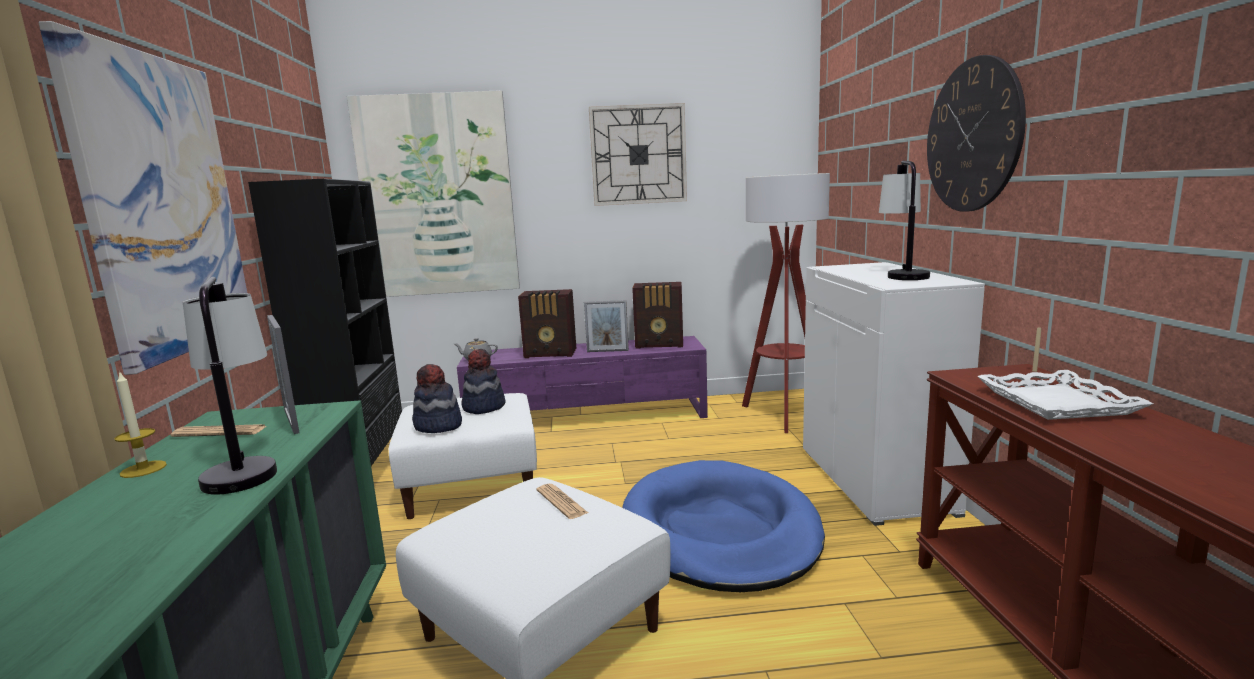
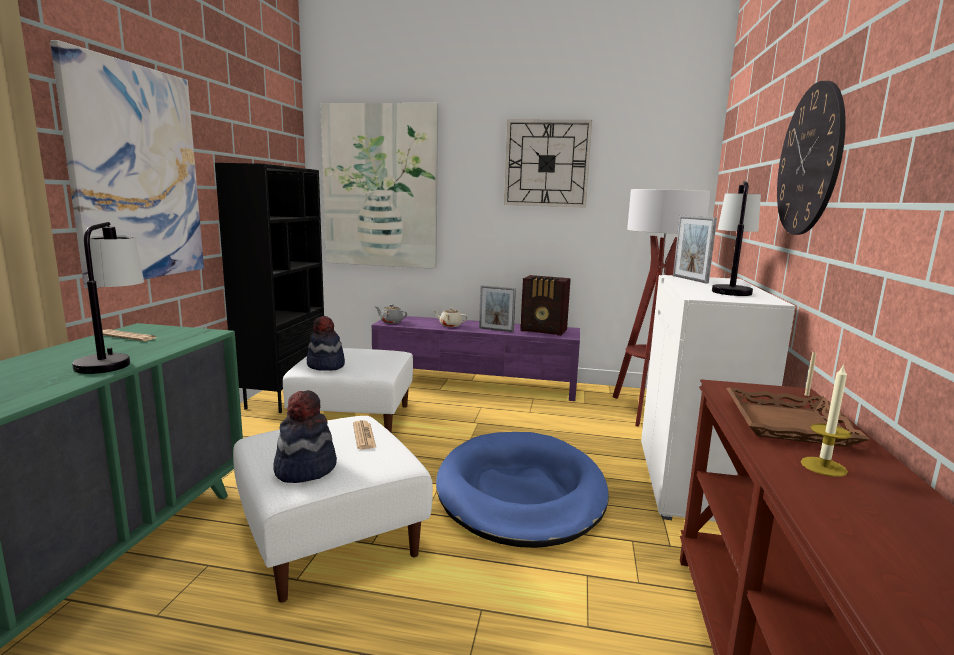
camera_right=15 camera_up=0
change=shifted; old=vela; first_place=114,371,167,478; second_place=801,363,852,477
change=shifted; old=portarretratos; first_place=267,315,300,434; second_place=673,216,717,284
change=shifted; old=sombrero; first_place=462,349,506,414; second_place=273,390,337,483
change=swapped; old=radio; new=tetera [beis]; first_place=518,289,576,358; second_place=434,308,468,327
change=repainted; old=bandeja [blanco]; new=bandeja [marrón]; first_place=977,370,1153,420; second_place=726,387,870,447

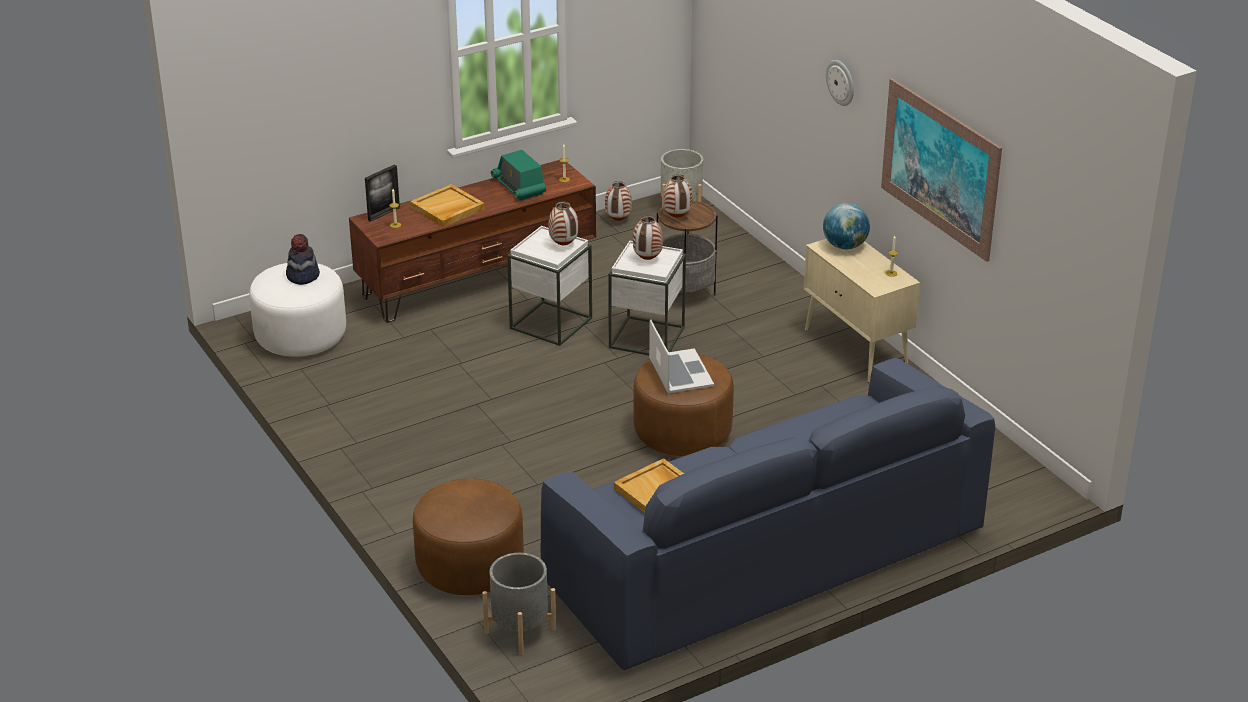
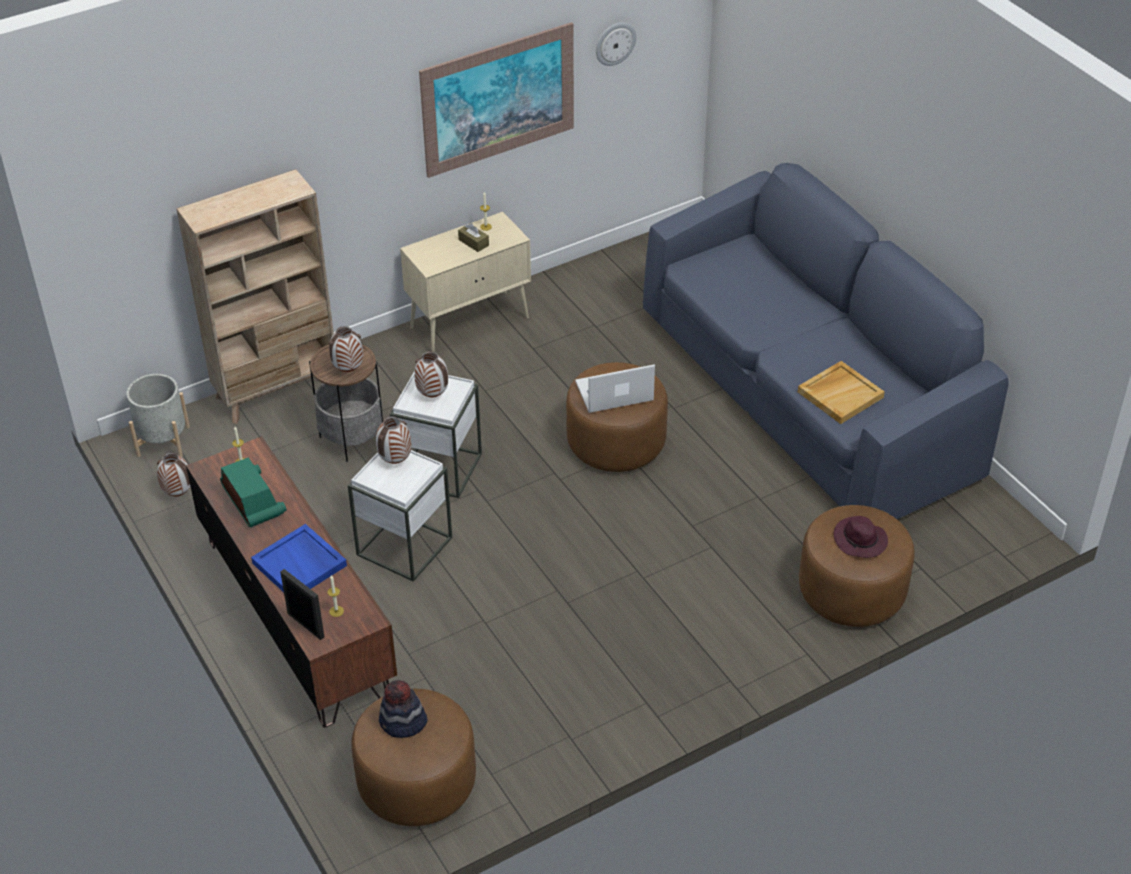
camera_right=-90 camera_up=10
change=repainted; old=puf [blanco]; new=puf [marrón]; first_place=249,263,346,357; second_place=351,689,476,826
change=repainted; old=bandeja [beis]; new=bandeja [azul]; first_place=410,184,485,227; second_place=251,524,347,592
change=gone; old=maceta [gris]; first_place=483,553,556,655
change=rotated; old=radio; first_place=491,150,546,200; second_place=220,458,286,527; degrees=-90
change=gone; old=globo terráqueo; first_place=823,203,870,249
change=shifted; old=reloj de pared; first_place=826,60,854,106; second_place=596,22,636,66
change=new; new=estantería [beis]; second_place=177,169,334,424
change=new; new=caja de pañuelos [marrón]; second_place=458,223,489,252
change=new; new=sombrero [morado]; second_place=834,516,888,558

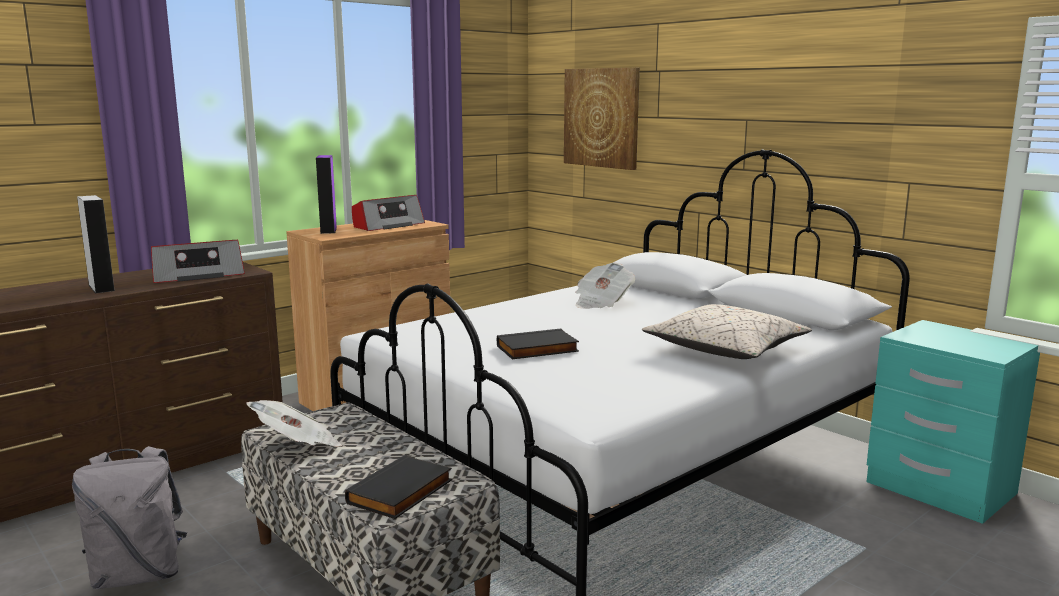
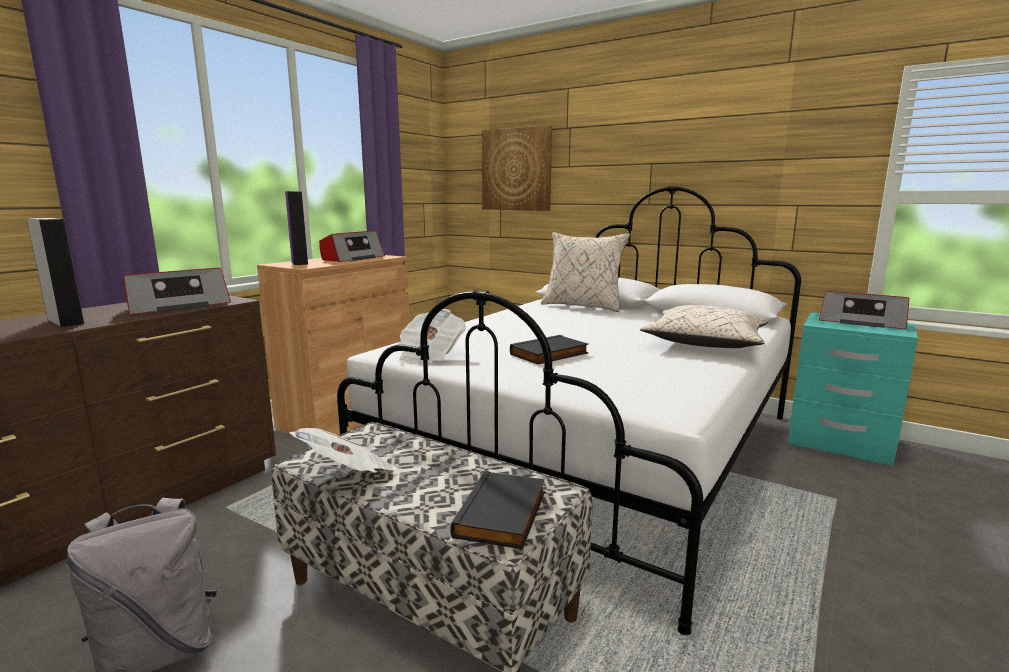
camera_right=-15 camera_up=0
change=shifted; old=periódico; first_place=575,263,635,309; second_place=398,309,466,364
change=new; new=cojín [beis]; second_place=541,232,630,312
change=new; new=radio; second_place=819,291,909,329

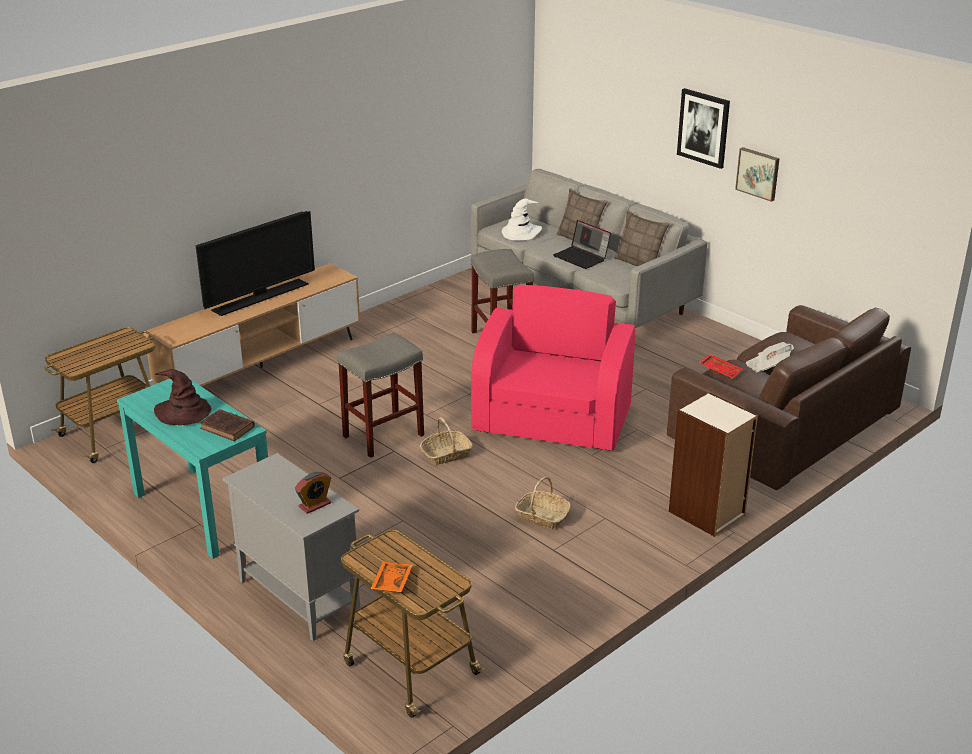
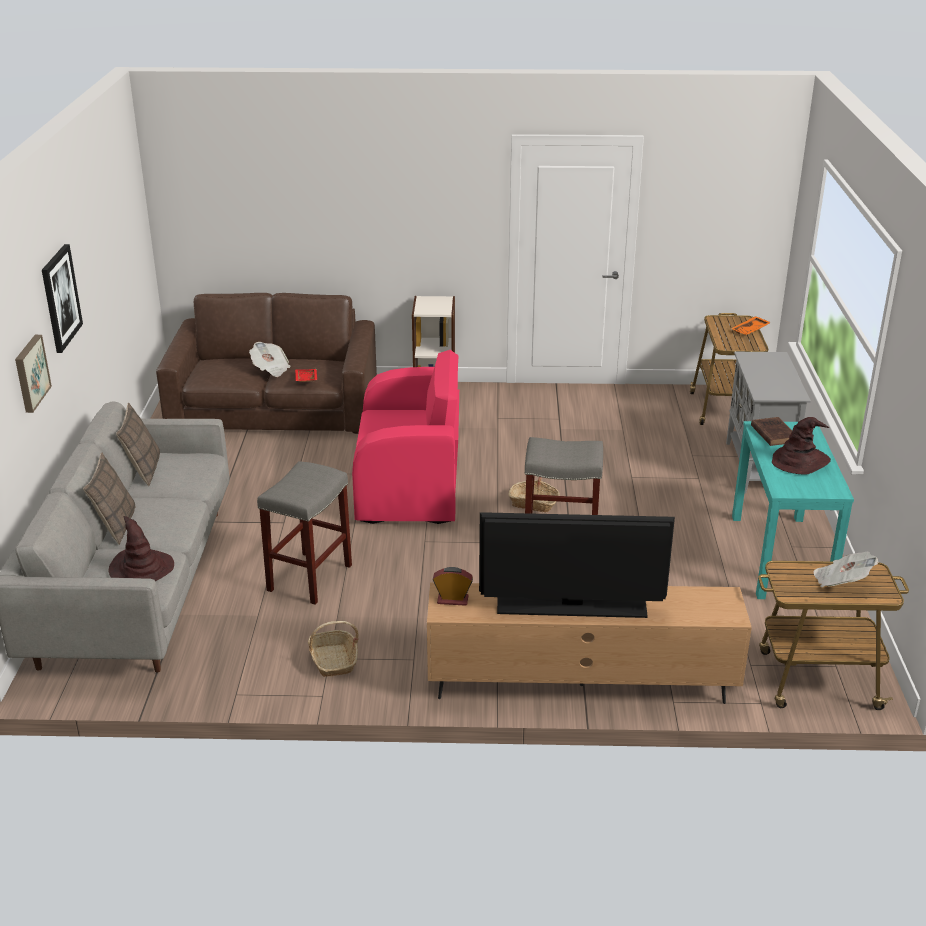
camera_right=-135 camera_up=0
change=shifted; old=despertador; first_place=295,472,331,514; second_place=433,567,473,606
change=rotated; old=sillón [rosa]; first_place=471,285,635,451; second_place=352,350,459,524; degrees=-150
change=repainted; old=sombrero [blanco]; new=sombrero [marrón]; first_place=502,199,542,241; second_place=108,516,174,581
change=shifted; old=cesta; first_place=515,477,571,529; second_place=308,621,359,677
change=gone; old=portátil; first_place=553,220,611,269
change=shifted; old=cuadro; first_place=735,147,780,202; second_place=15,335,52,413
change=new; new=periódico; second_place=813,552,878,587

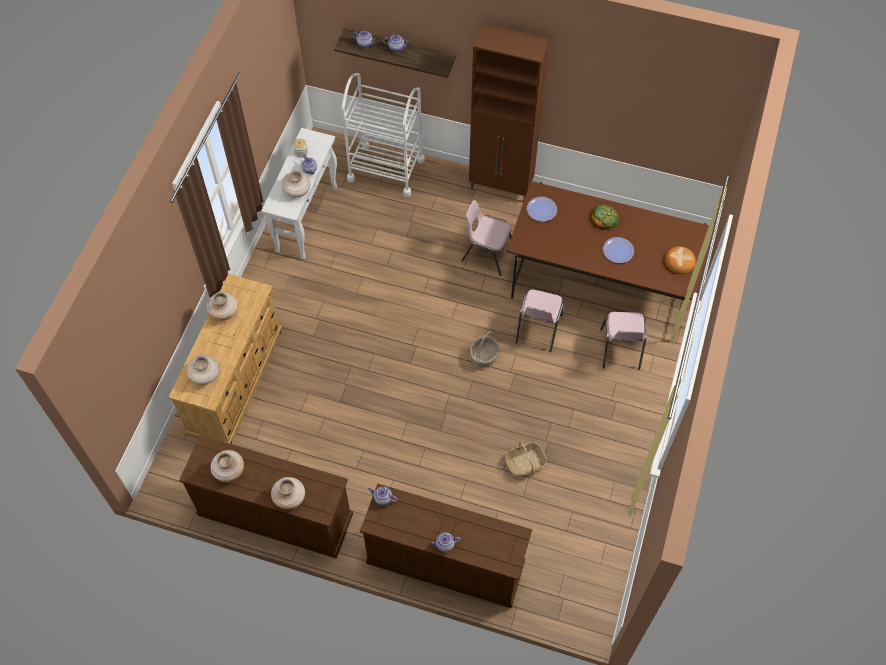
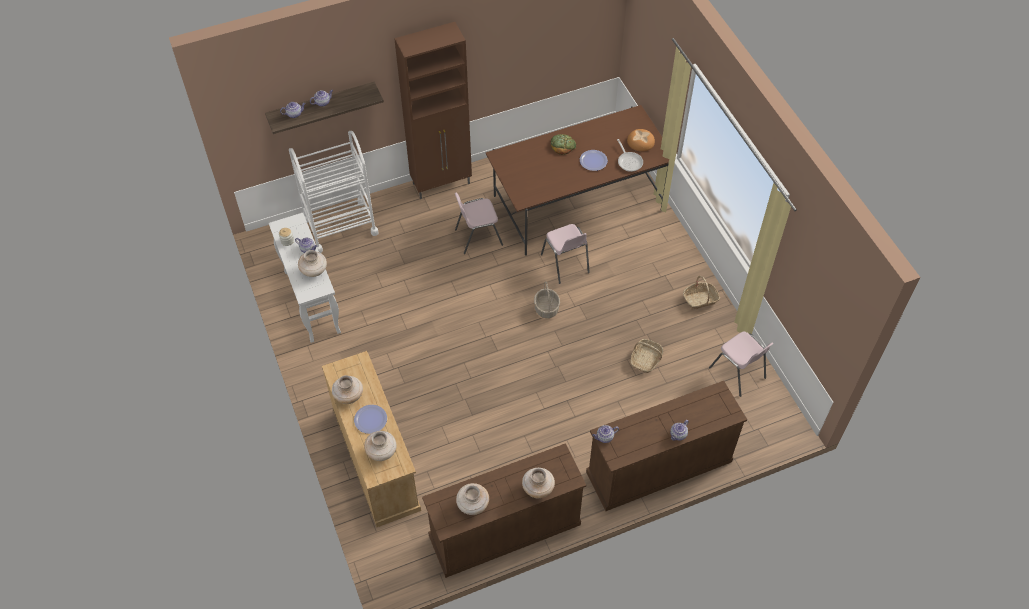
camera_right=-40 camera_up=-5
change=shifted; old=plato; first_place=527,197,557,222; second_place=354,405,387,434
change=shifted; old=silla [rosa]; first_place=600,312,647,370; second_place=709,332,773,397
change=new; new=sartén; second_place=617,139,643,172
change=new; new=cesta; second_place=683,276,720,310

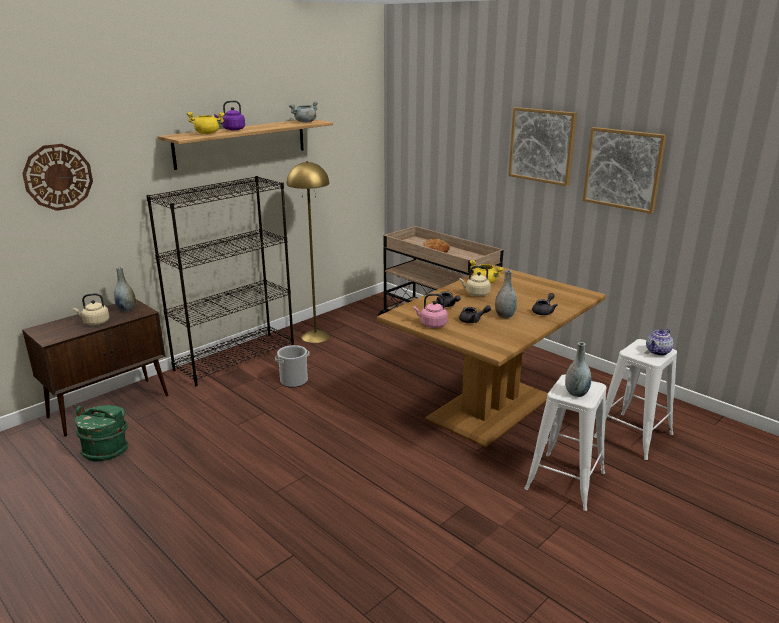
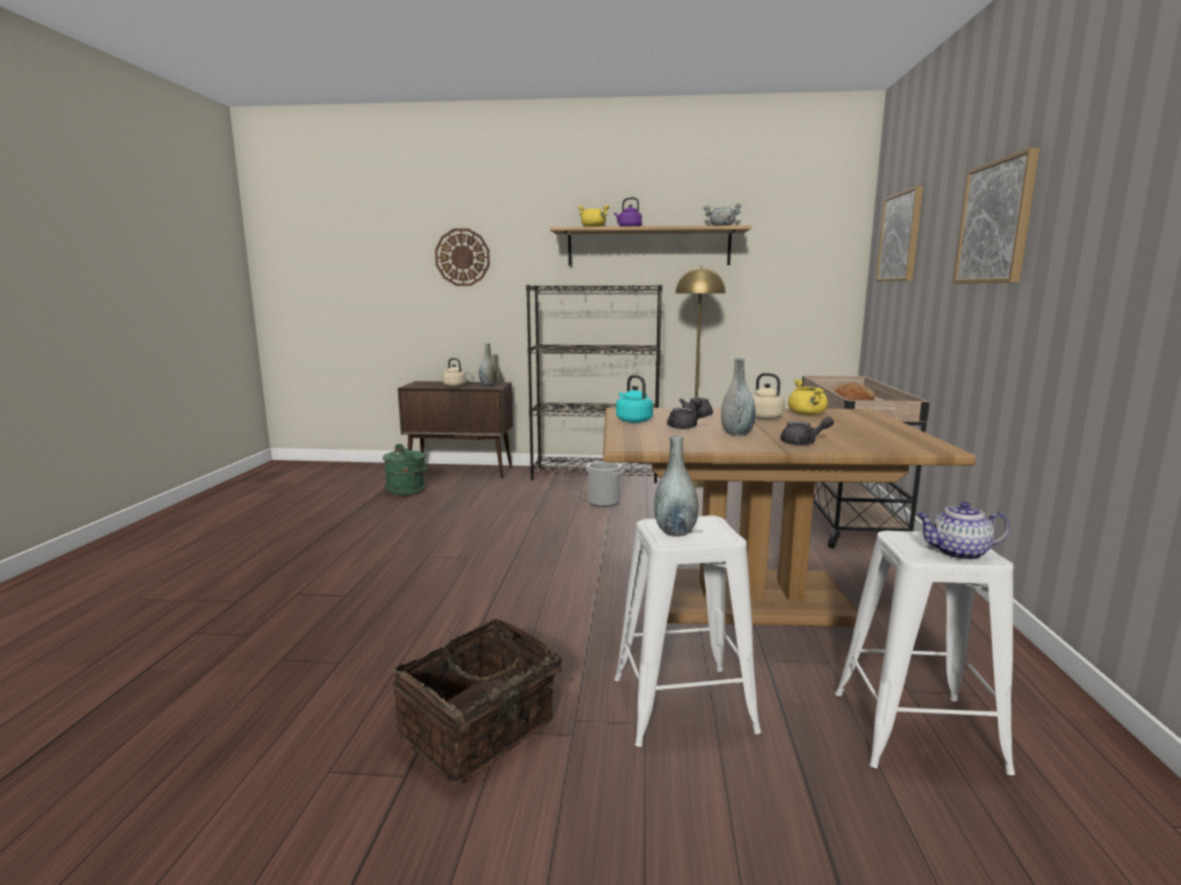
camera_right=50 camera_up=-10
change=repainted; old=hervidor [rosa]; new=hervidor [turquesa]; first_place=414,294,448,328; second_place=616,375,653,423
change=shifted; old=cuadro; first_place=583,127,667,214; second_place=876,186,923,282
change=new; new=cesta; second_place=392,618,573,785

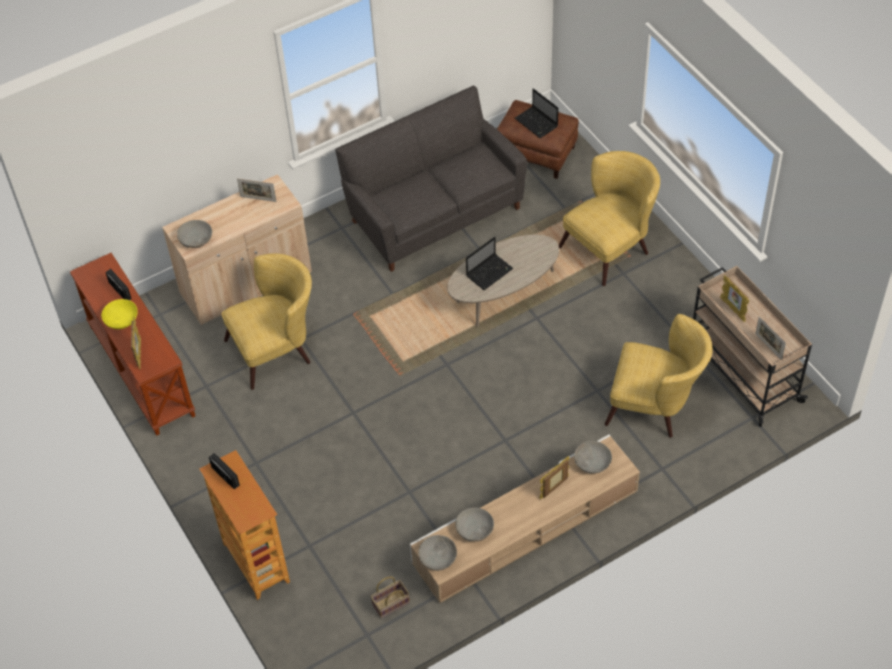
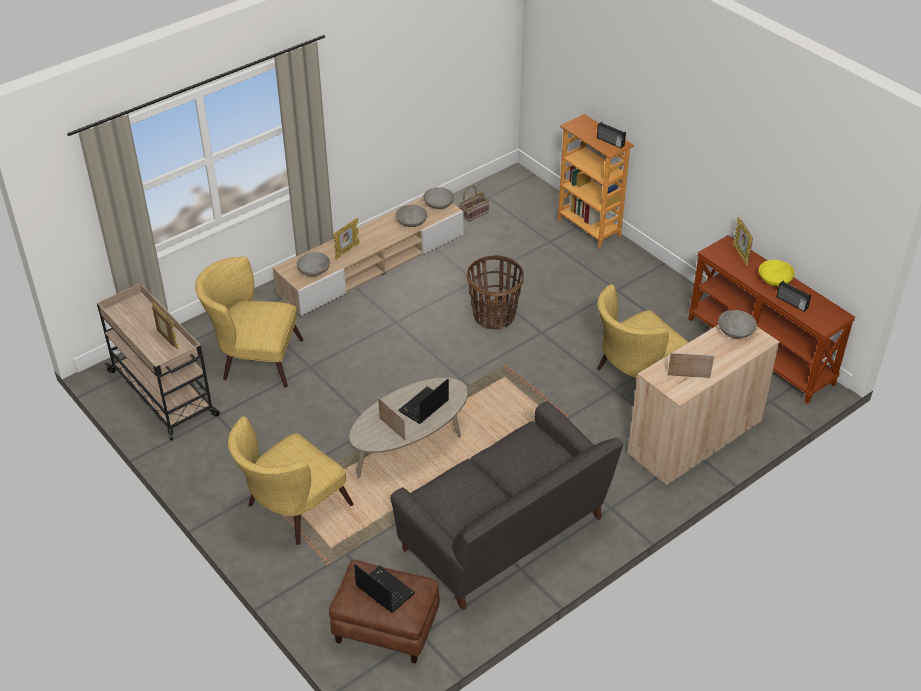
camera_right=170 camera_up=-10
change=shifted; old=portarretratos; first_place=755,316,786,360; second_place=378,397,406,441
change=new; new=cesta; second_place=466,255,524,330

